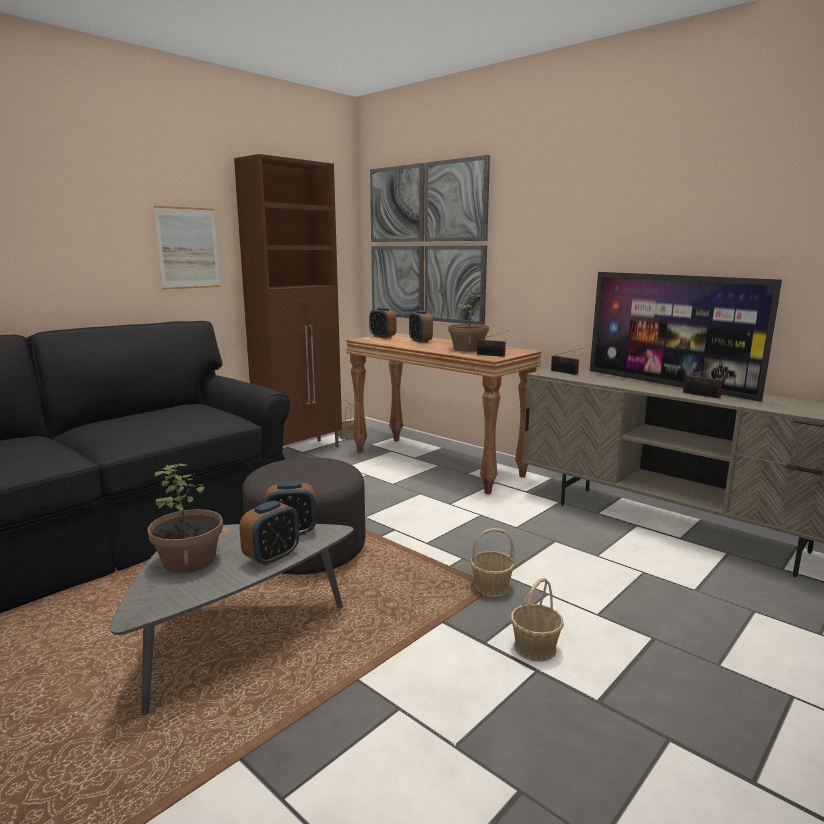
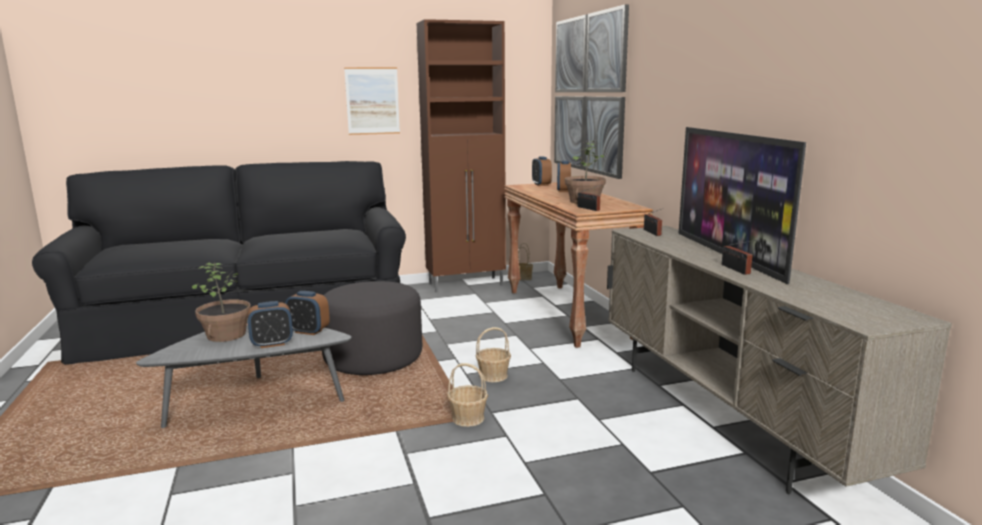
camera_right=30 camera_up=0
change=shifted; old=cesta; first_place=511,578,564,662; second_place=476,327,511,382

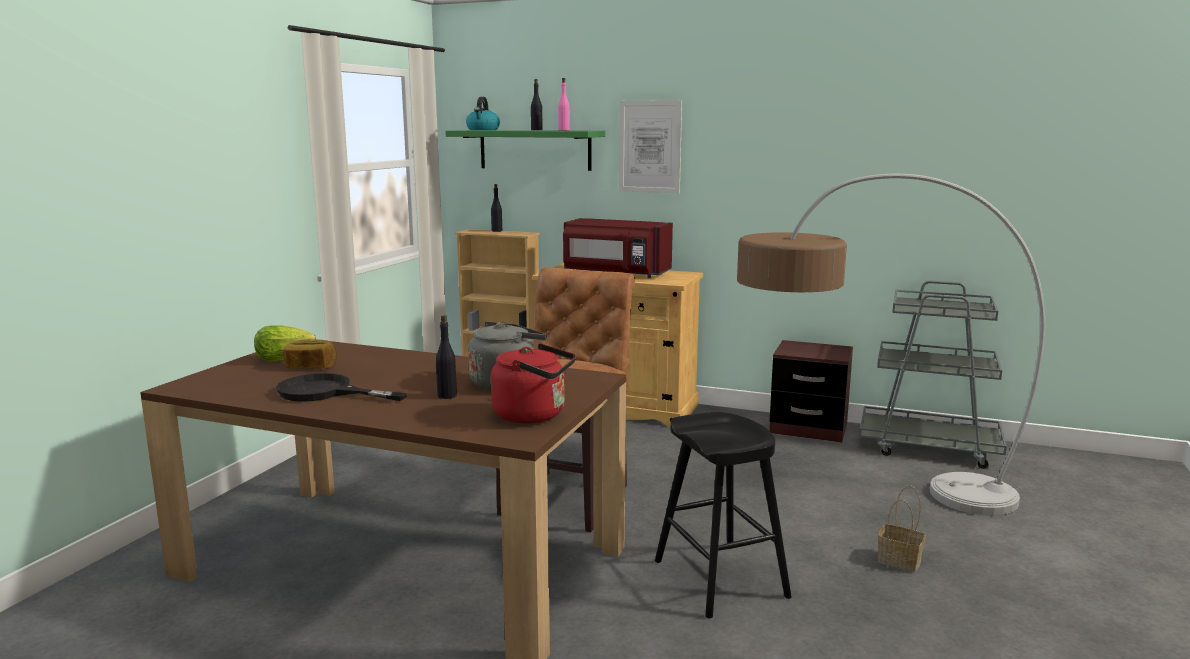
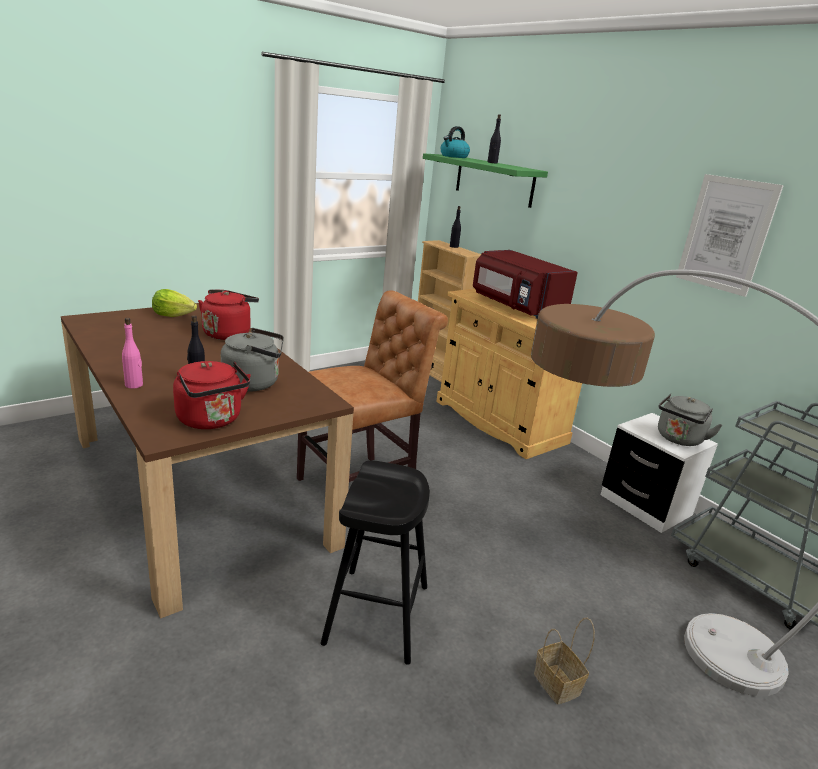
camera_right=30 camera_up=10
change=gone; old=sartén [negro]; first_place=276,373,407,402
change=gone; old=pan; first_place=283,340,337,369
change=shifted; old=botella [rosa]; first_place=558,78,570,131; second_place=122,318,143,388
change=shifted; old=cuadro; first_place=619,100,682,193; second_place=676,174,784,297
change=repainted; old=mesita de noche [marrón]; new=mesita de noche [blanco]; first_place=769,340,853,442; second_place=600,413,718,533
change=new; new=hervidor [rojo]; second_place=198,289,259,340
change=new; new=hervidor [gris]; second_place=658,394,723,446

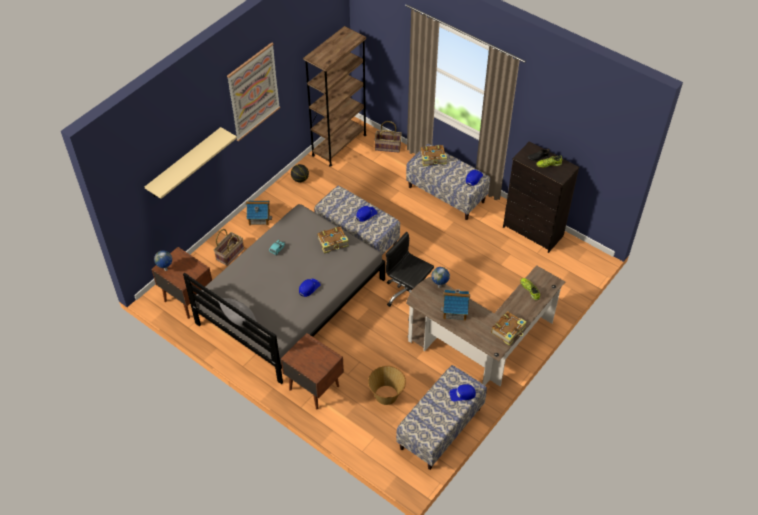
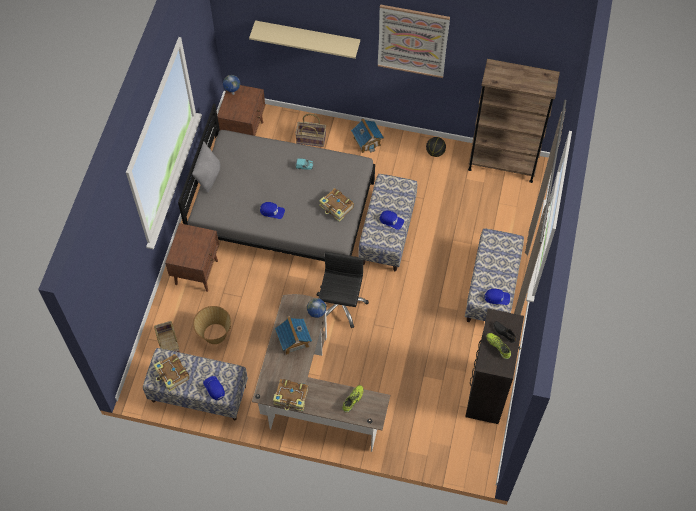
camera_right=65 camera_up=10
change=shifted; old=cesta; first_place=375,121,402,152; second_place=154,321,180,352
change=shifted; old=libro; first_place=421,145,447,166; second_place=154,354,190,392

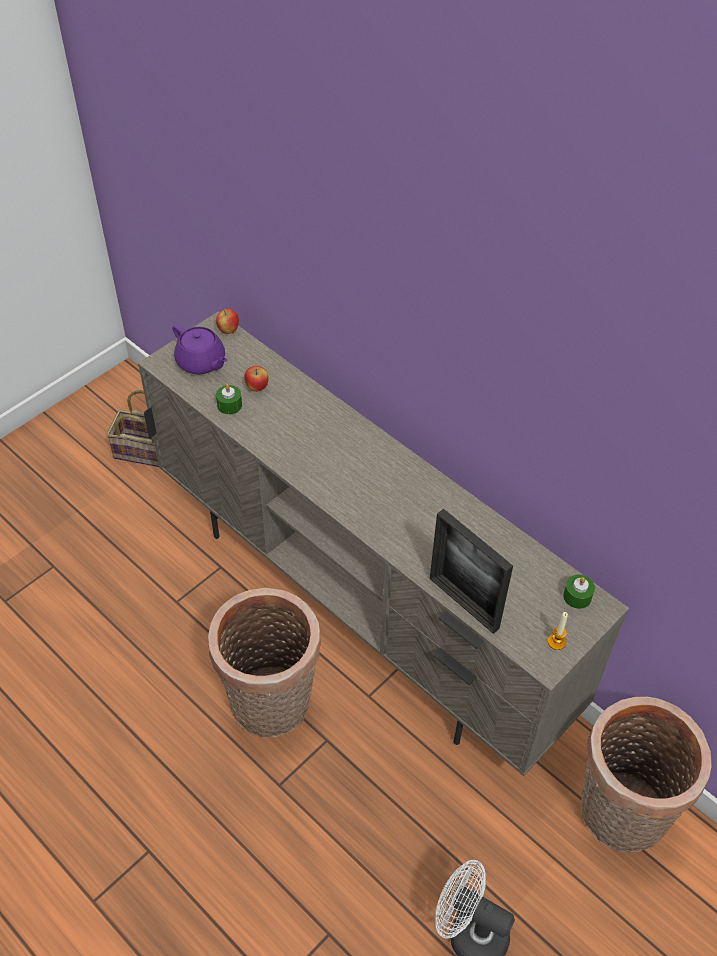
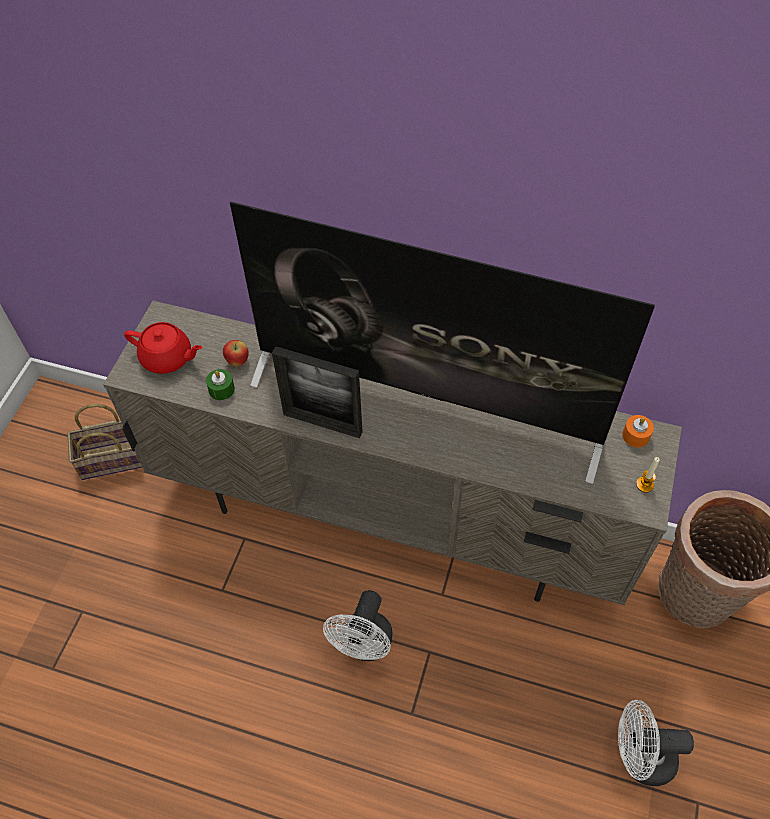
camera_right=-25 camera_up=5
change=repainted; old=tetera [morado]; new=tetera [rojo]; first_place=173,325,228,374; second_place=124,322,203,374
change=swapped; old=cesta; new=ventilador [blanco]; first_place=208,587,321,737; second_place=323,590,393,661
change=gone; old=manzana; first_place=216,308,239,334
change=shifted; old=portarretratos; first_place=430,509,513,634; second_place=272,346,363,438
change=repainted; old=vela [verde]; new=vela [naranja]; first_place=563,575,595,609; second_place=622,415,654,447
change=new; new=televisor; second_place=230,201,655,484

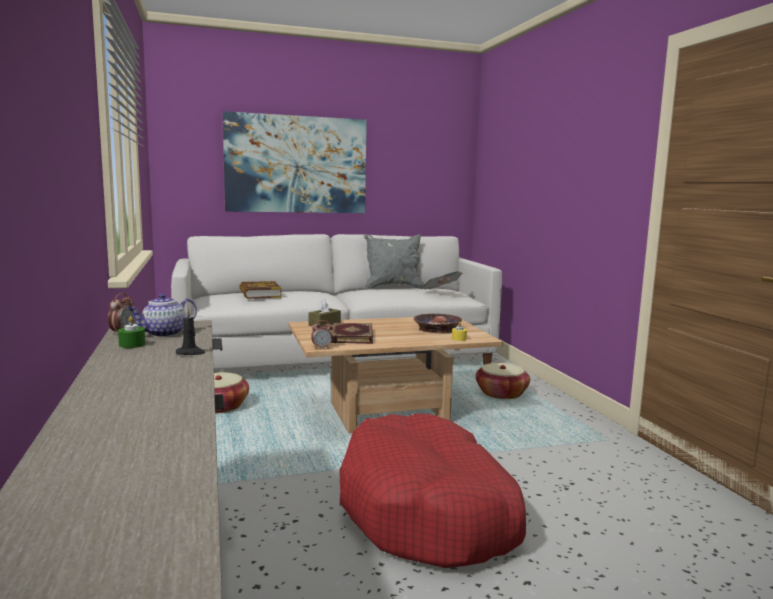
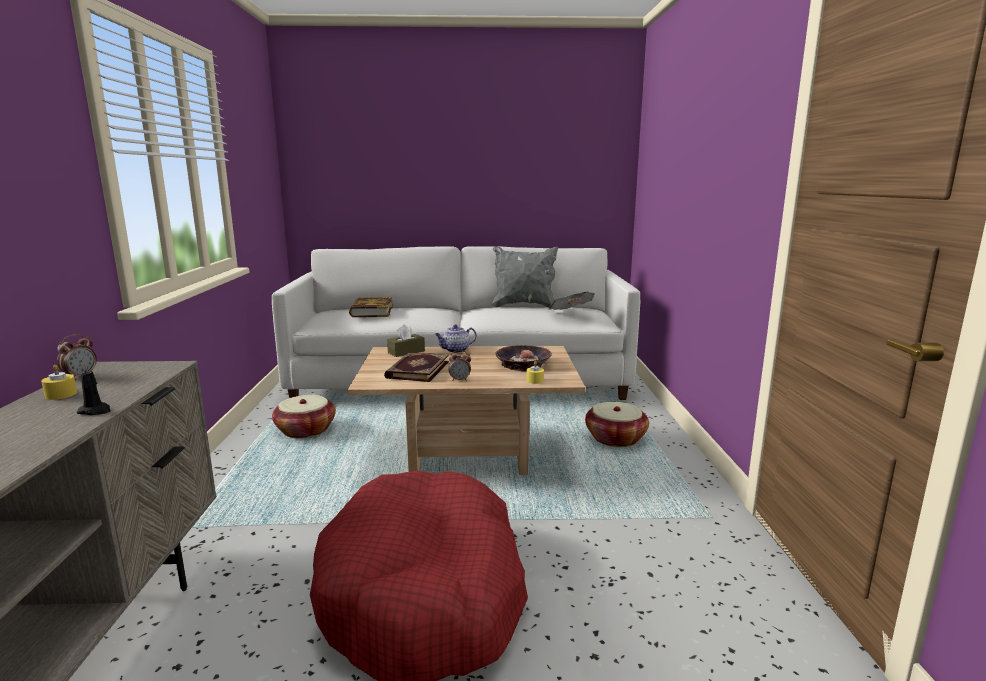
camera_right=15 camera_up=5
change=repainted; old=vela [verde]; new=vela [amarillo]; first_place=118,316,145,348; second_place=41,365,77,400
change=shifted; old=tetera; first_place=127,293,197,337; second_place=435,325,477,353
change=gone; old=cuadro; first_place=223,111,367,213
change=shifted; old=despertador; first_place=311,320,333,349; second_place=448,350,471,381

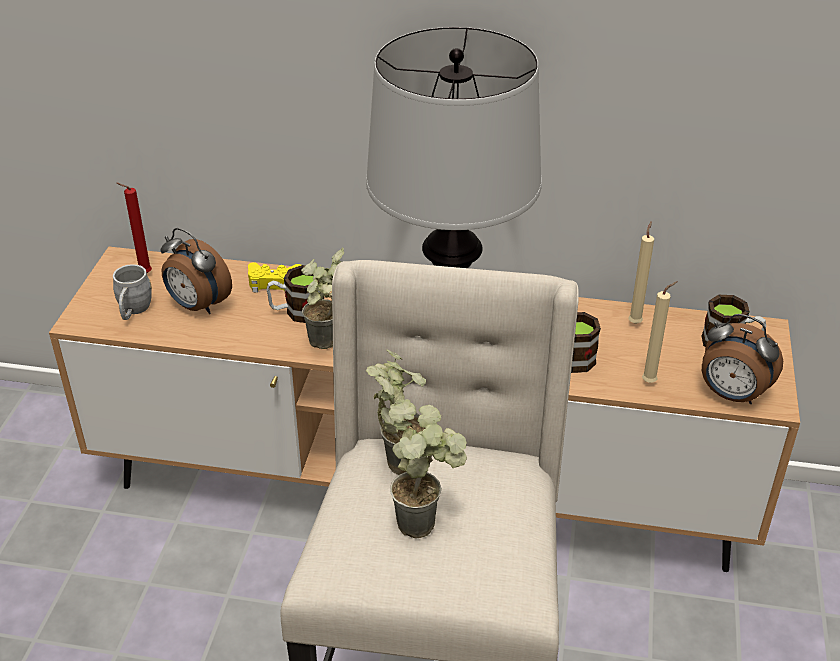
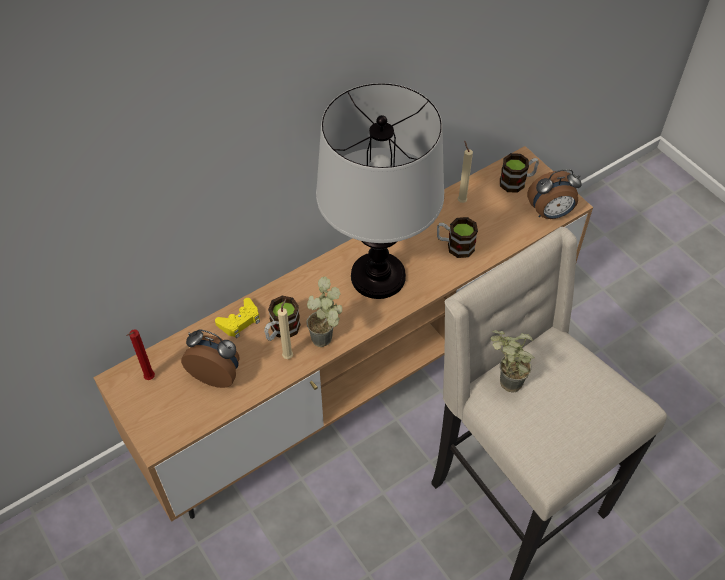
camera_right=-45 camera_up=15
change=gone; old=taza grande [gris]; first_place=113,264,152,320
change=rotated; old=despertador; first_place=160,228,232,314; second_place=181,329,240,388; degrees=-150
change=gone; old=planta en maceta; first_place=389,399,467,538
change=shifted; old=vela [beis]; first_place=642,281,678,383; second_place=278,299,293,359

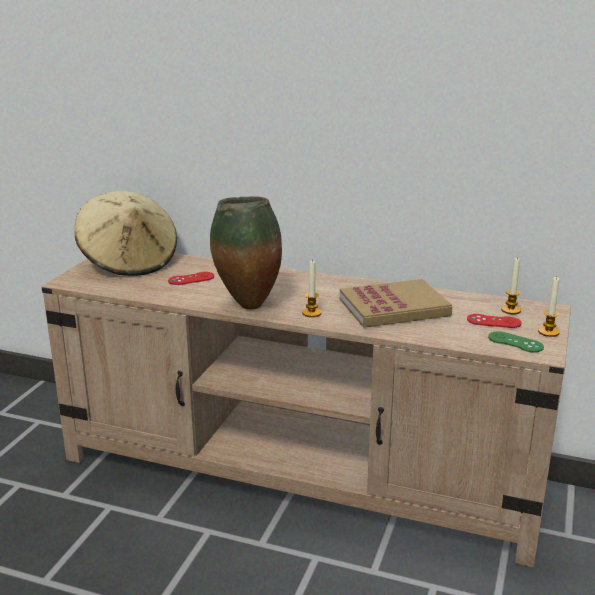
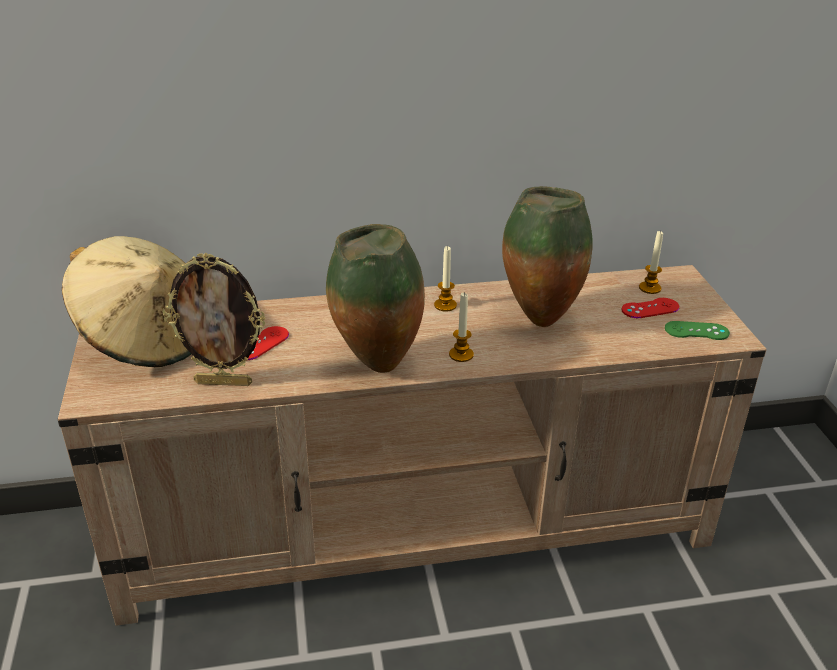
camera_right=-30 camera_up=10
change=swapped; old=libro; new=florero; first_place=340,279,453,328; second_place=502,186,593,327
change=shifted; old=vela; first_place=538,277,559,337; second_place=434,246,457,311
change=new; new=portarretratos; second_place=162,253,265,386

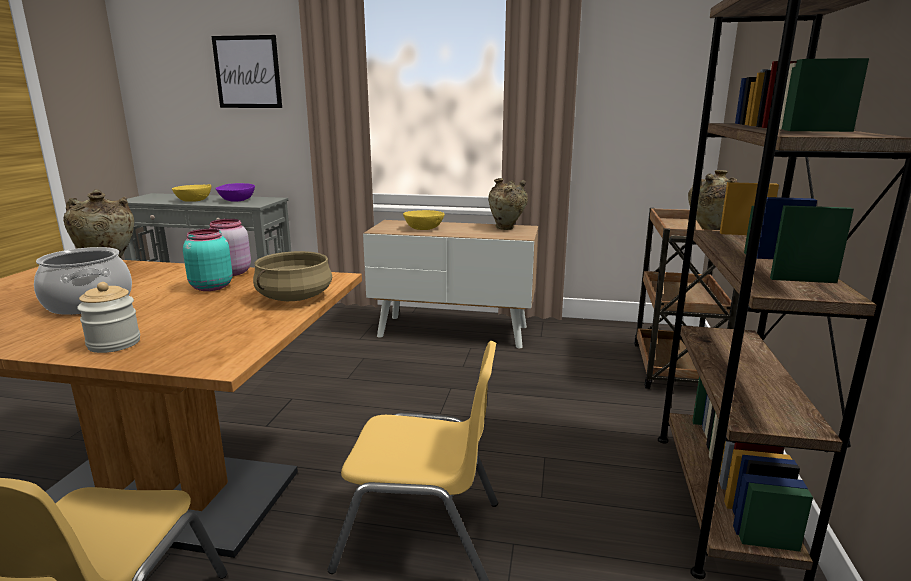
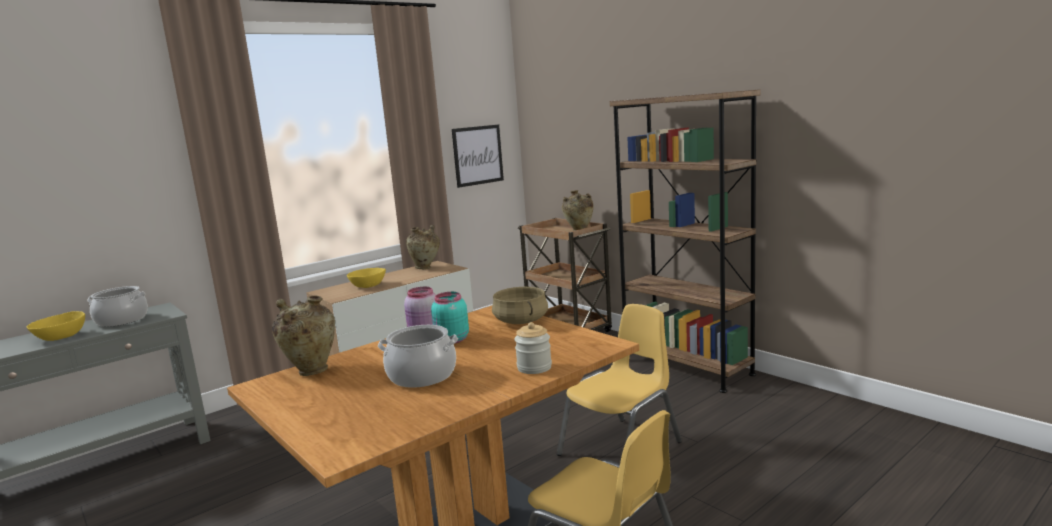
camera_right=-50 camera_up=-5
change=shifted; old=cuadro; first_place=211,35,282,108; second_place=452,125,504,188
change=swapped; old=cuenco [morado]; new=olla; first_place=216,183,255,202; second_place=87,286,148,327

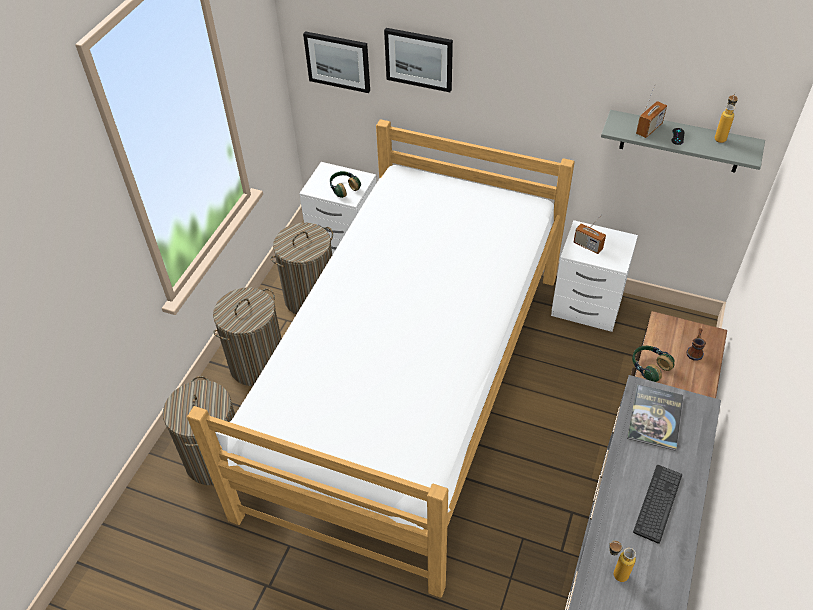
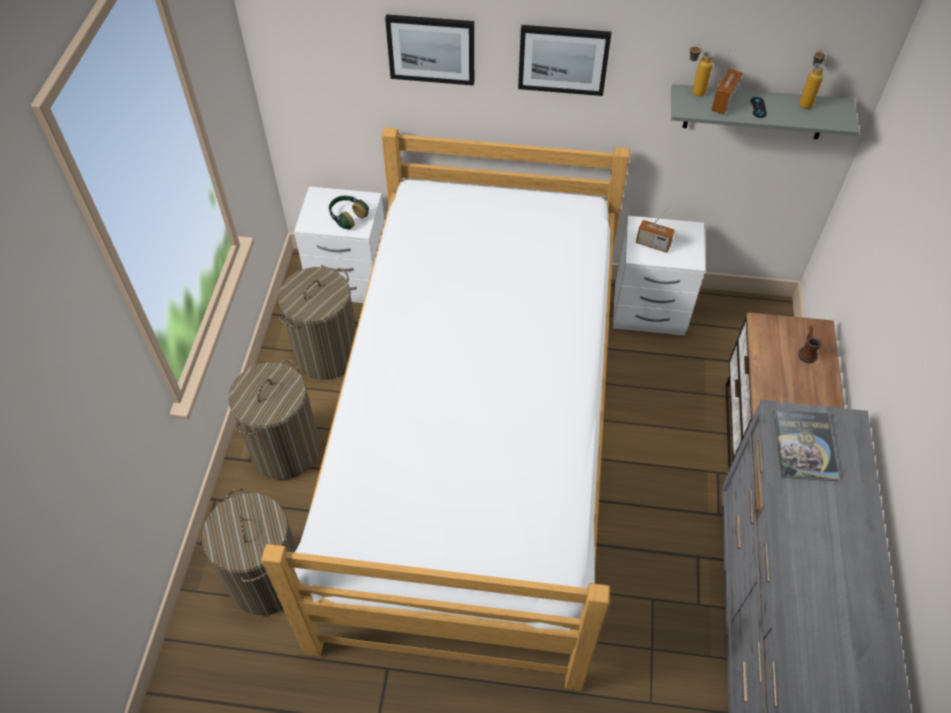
camera_right=-15 camera_up=5
change=shifted; old=cuadro; first_place=303,31,370,93; second_place=518,25,611,96
change=shifted; old=botella; first_place=609,541,636,582; second_place=689,44,713,96
change=gone; old=auriculares; first_place=632,346,674,382
change=gone; old=teclado; first_place=633,465,682,544

